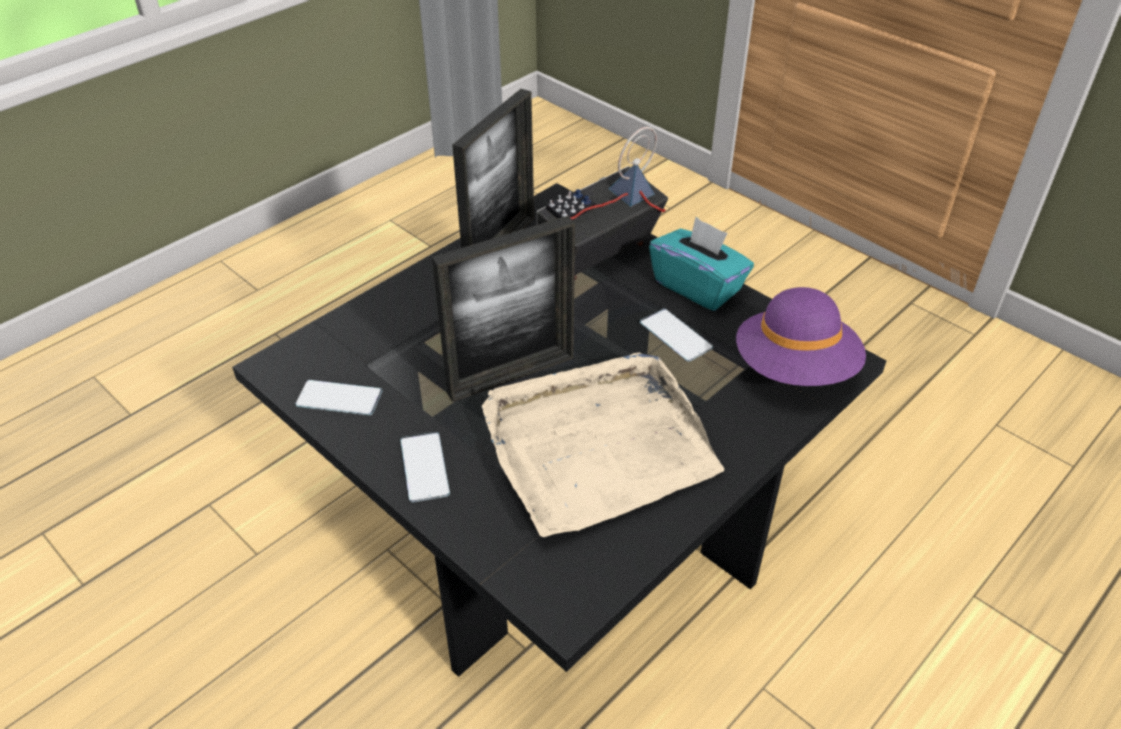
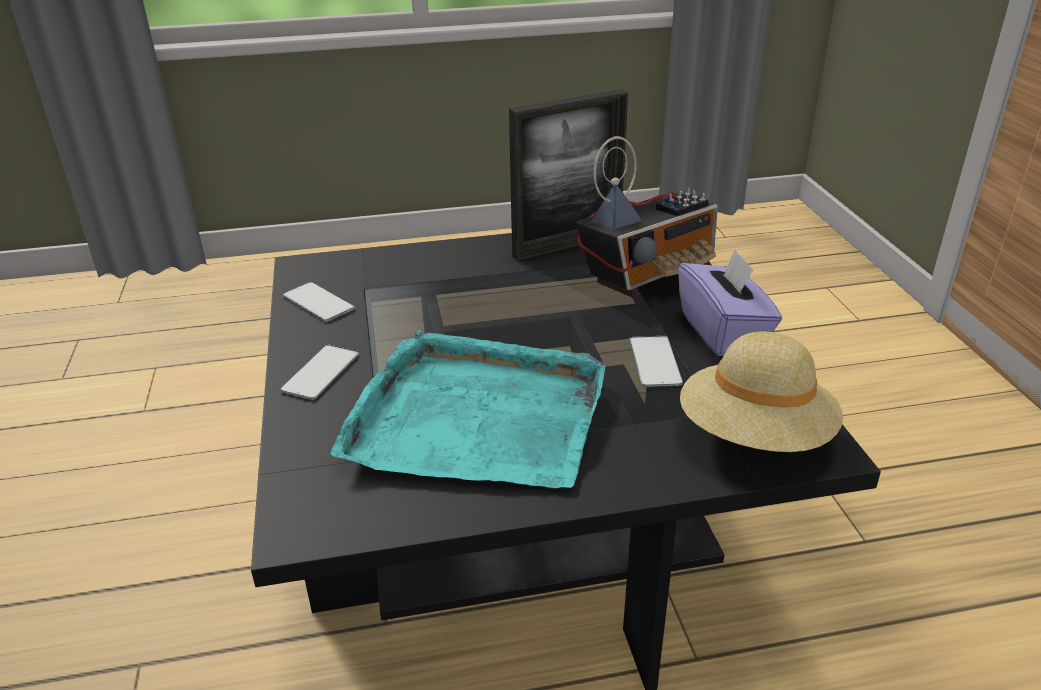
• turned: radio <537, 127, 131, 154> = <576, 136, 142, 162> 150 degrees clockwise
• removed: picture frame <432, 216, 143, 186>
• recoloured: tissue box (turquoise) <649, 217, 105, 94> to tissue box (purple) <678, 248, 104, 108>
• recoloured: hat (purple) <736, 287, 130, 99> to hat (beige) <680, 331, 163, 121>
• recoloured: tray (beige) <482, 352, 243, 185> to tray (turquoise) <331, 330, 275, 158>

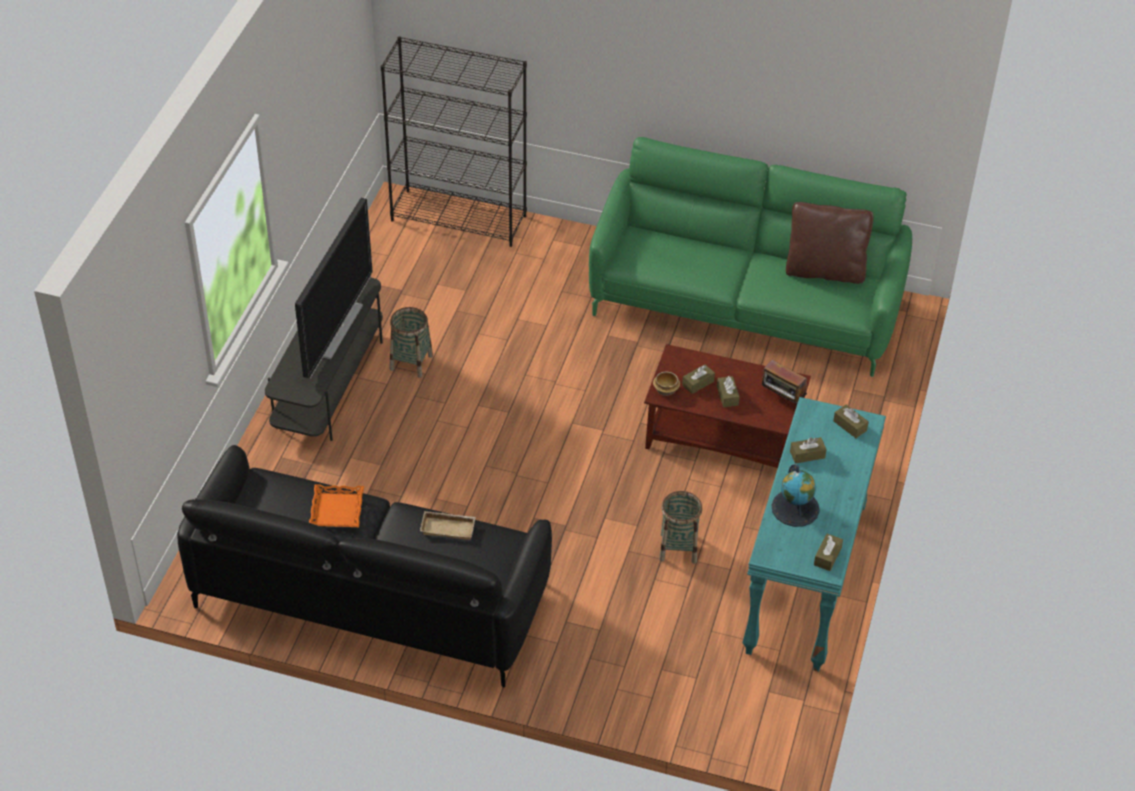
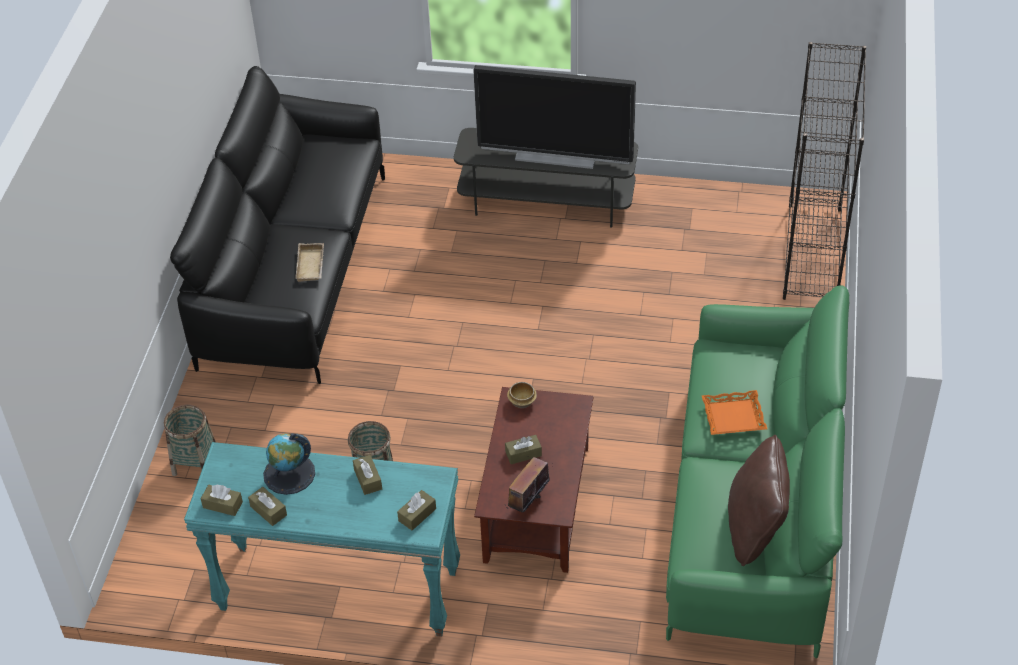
• moved: basket <390, 307, 43, 71> to <164, 405, 52, 71>
• moved: tissue box (brown) <682, 364, 33, 30> to <248, 487, 39, 39>
• moved: tray (orange) <309, 484, 55, 43> to <702, 390, 65, 45>

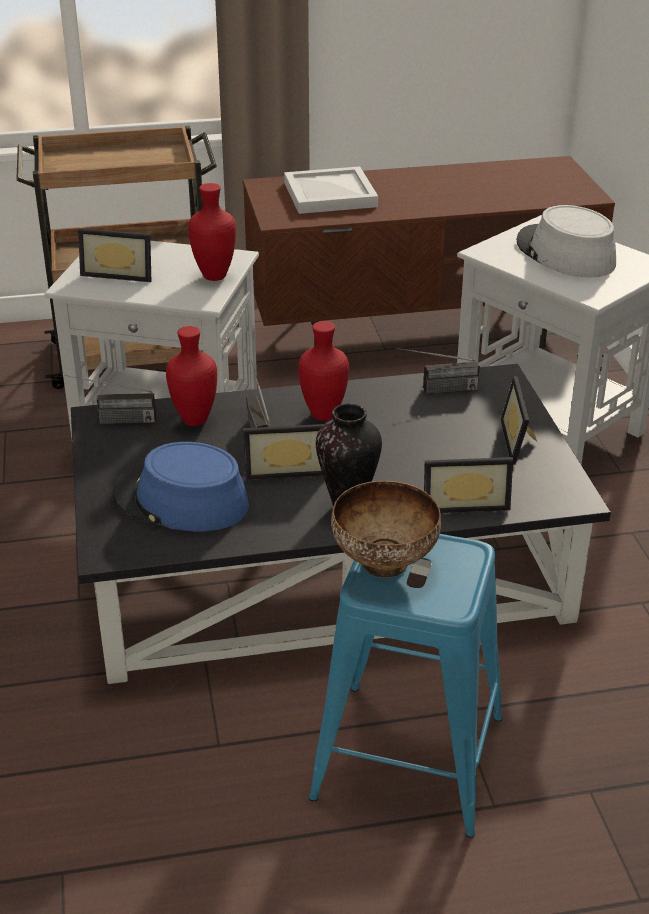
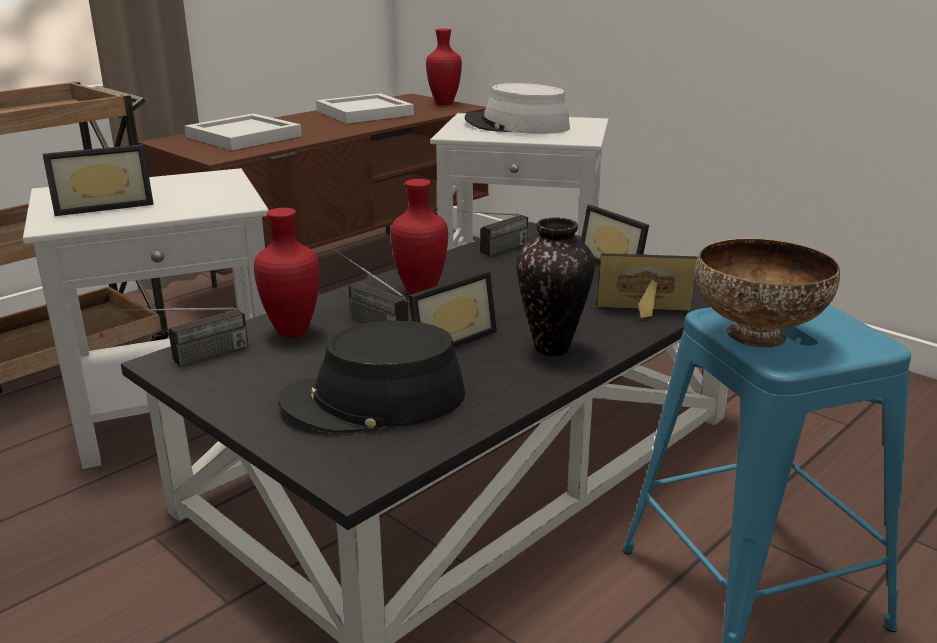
• moved: vase (red) <188, 183, 48, 98> to <426, 29, 36, 76>
• recoloured: hat (blue) <112, 442, 137, 90> to hat (black) <278, 321, 187, 113>
• turned: picture frame <424, 457, 89, 56> = <597, 253, 101, 65> 135 degrees counterclockwise
• added: tray (white) <316, 93, 98, 30>

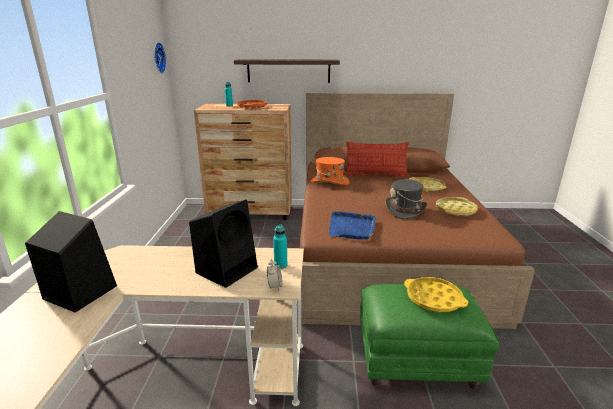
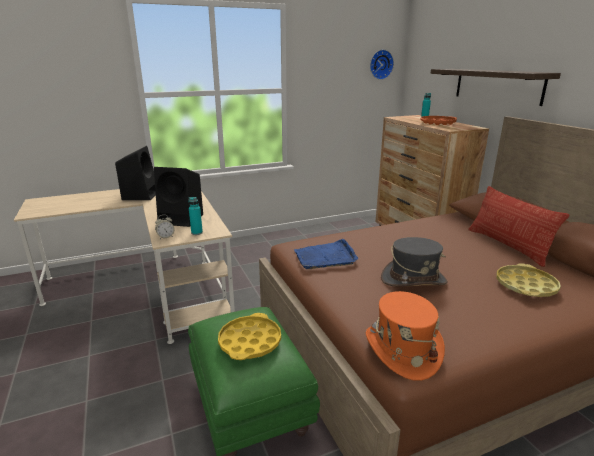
• moved: hat (orange) <311, 157, 38, 28> to <366, 291, 79, 90>
• removed: tray (yellow) <436, 197, 42, 19>

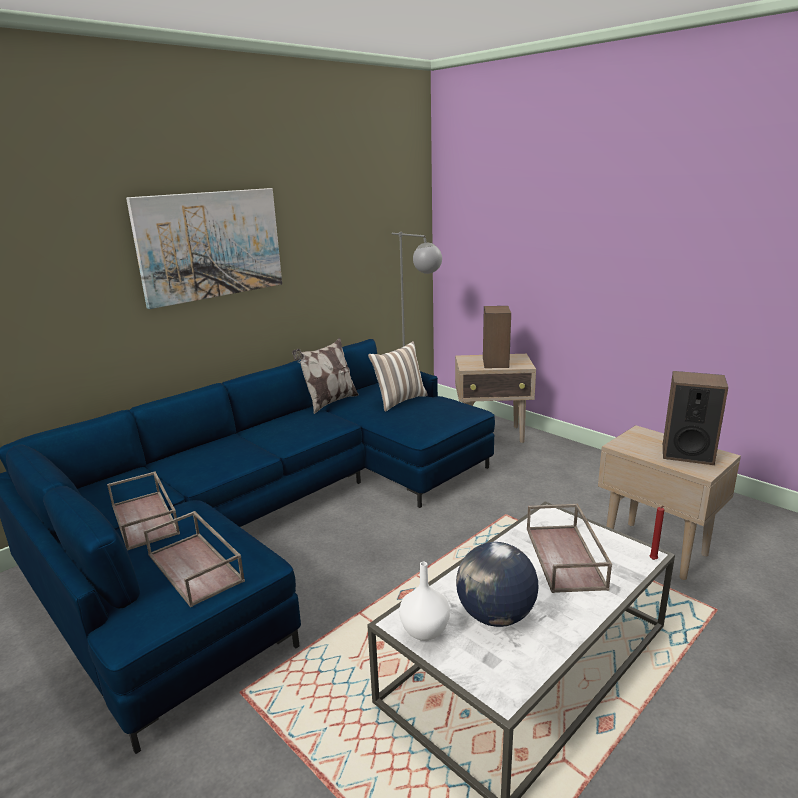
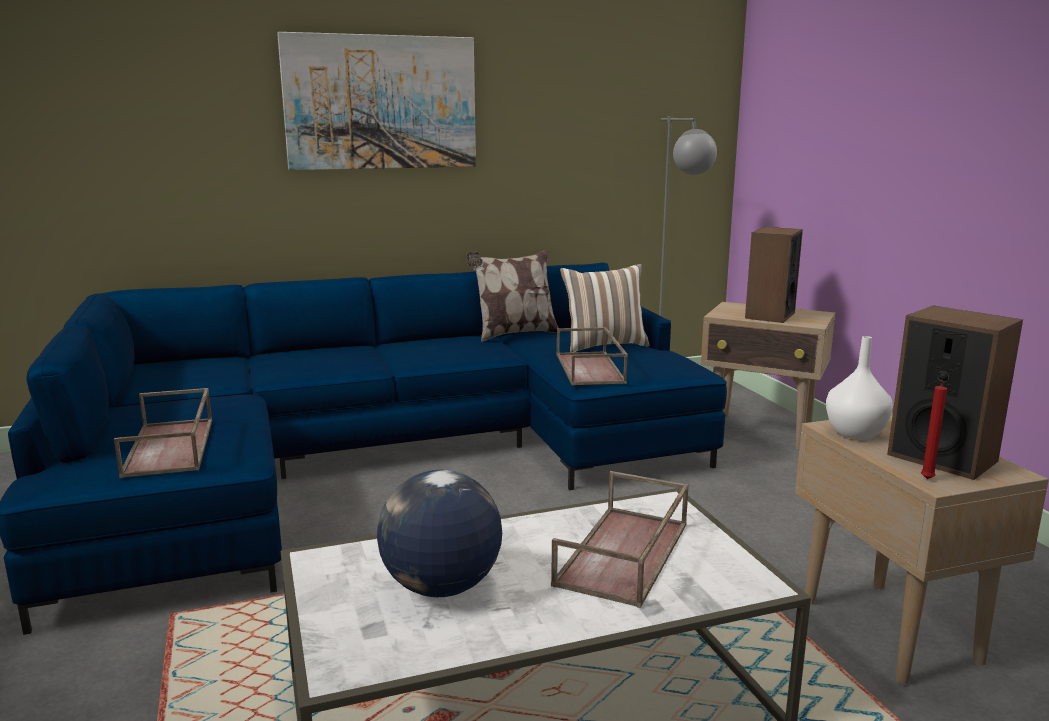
• moved: tray (brown) <107, 472, 73, 79> to <557, 327, 71, 58>
• moved: candle (red) <649, 506, 16, 54> to <921, 380, 26, 99>
• moved: vase (white) <399, 562, 51, 79> to <826, 336, 67, 104>

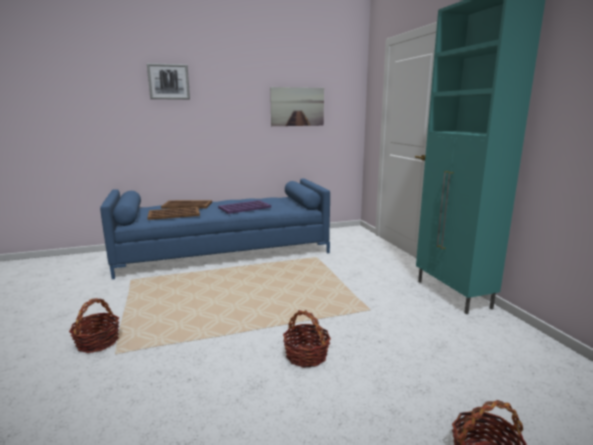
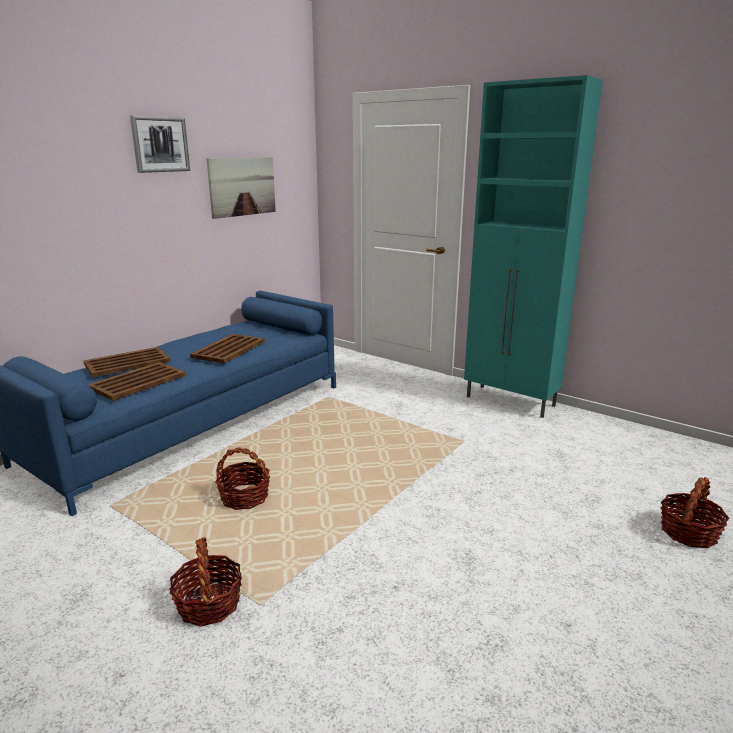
• moved: picture <147, 63, 43, 36> to <130, 115, 60, 58>
• recoloured: tray (purple) <218, 200, 53, 14> to tray (brown) <190, 334, 75, 29>
• moved: basket <283, 310, 48, 58> to <215, 447, 55, 63>

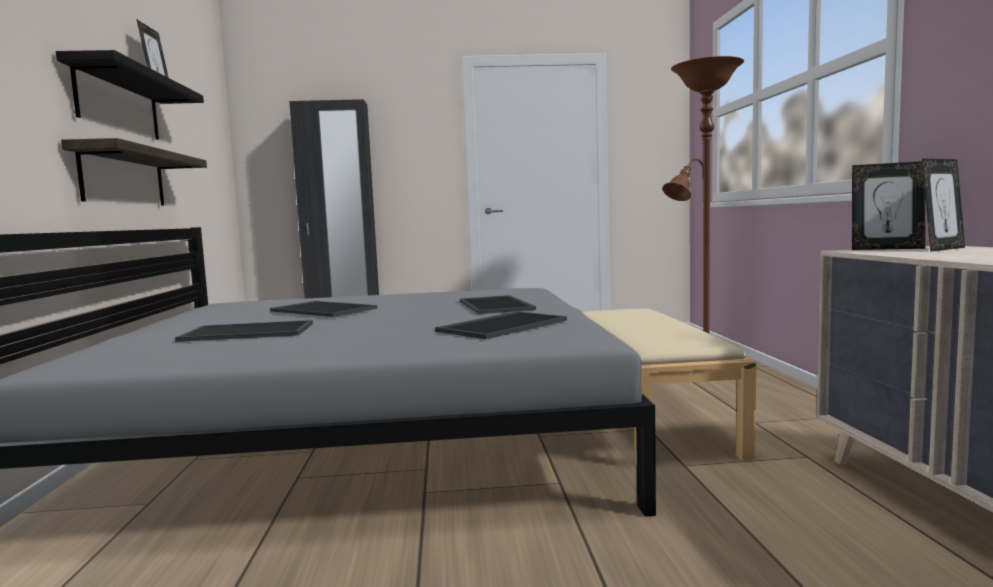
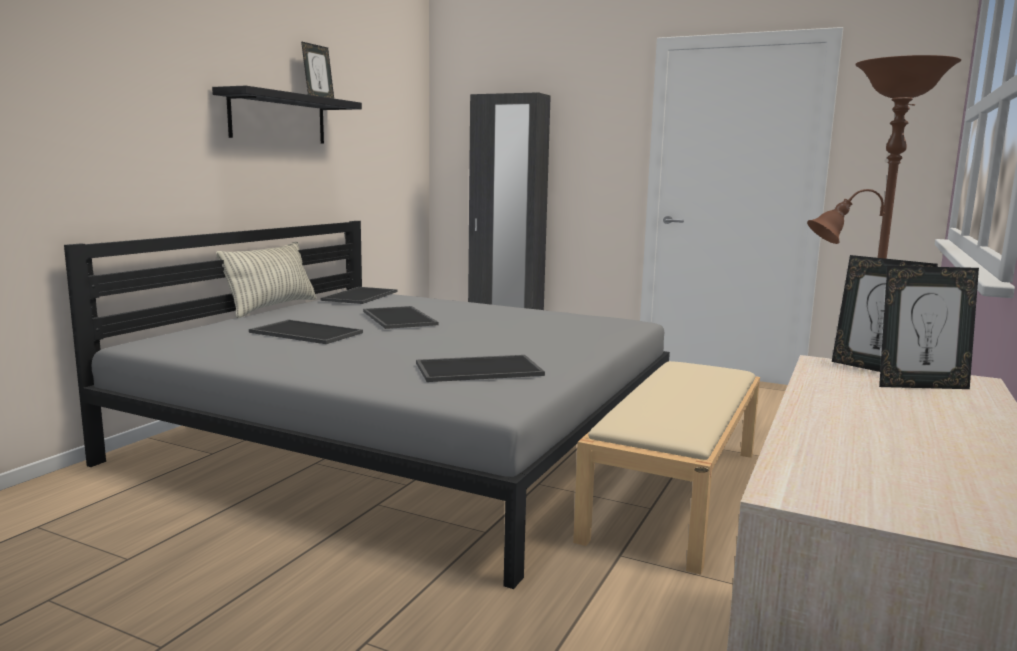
• removed: shelf <61, 138, 146, 68>
• moved: tray <460, 295, 76, 19> to <320, 287, 77, 17>
• added: pillow <216, 241, 101, 77>

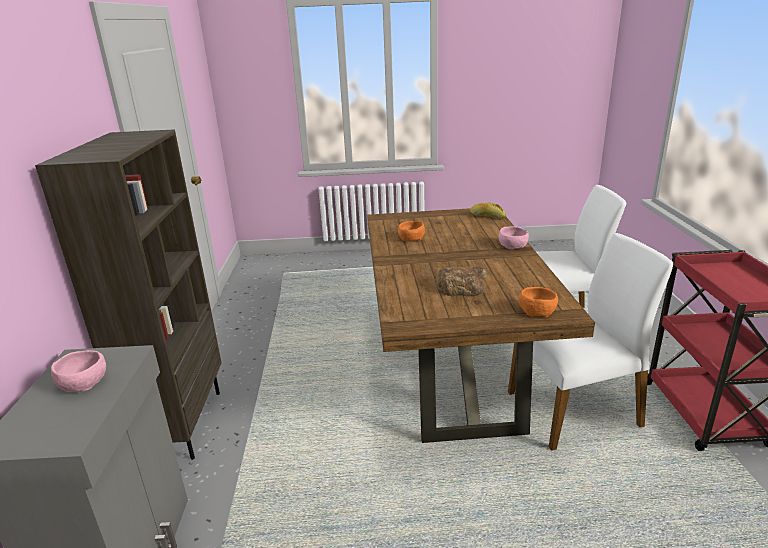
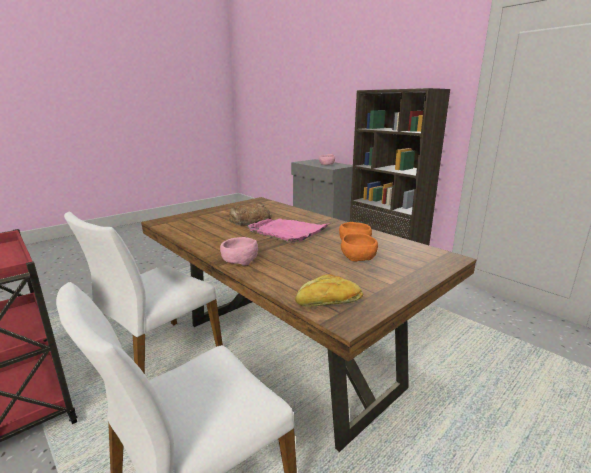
• moved: bowl (orange) <519, 287, 39, 30> to <341, 233, 37, 29>
• added: tray (pink) <247, 219, 84, 24>

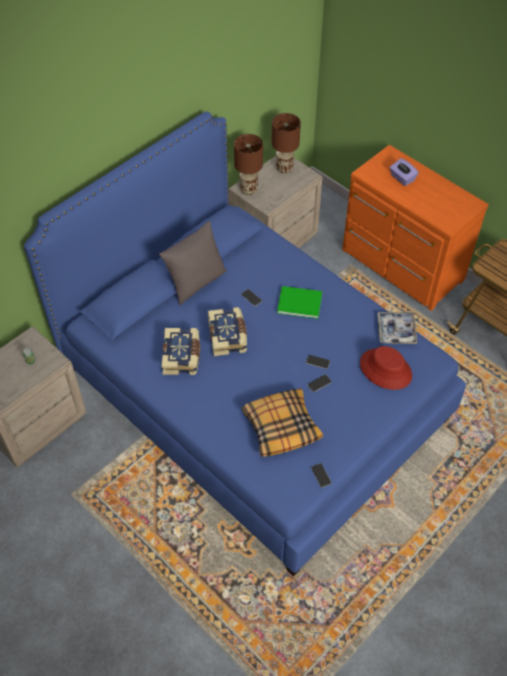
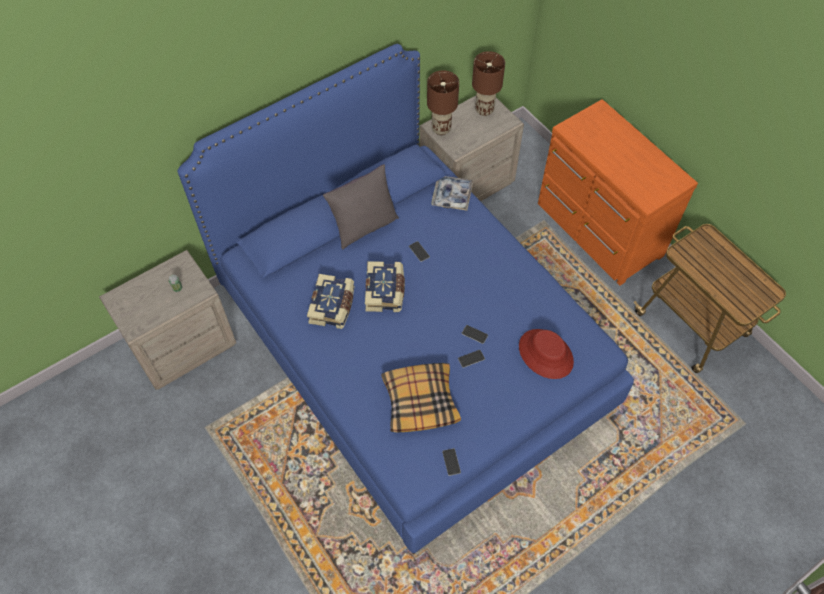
• removed: tissue box (purple) <390, 158, 29, 28>
• removed: book (green) <277, 286, 45, 33>
• moved: tray <378, 312, 39, 32> to <431, 176, 42, 35>

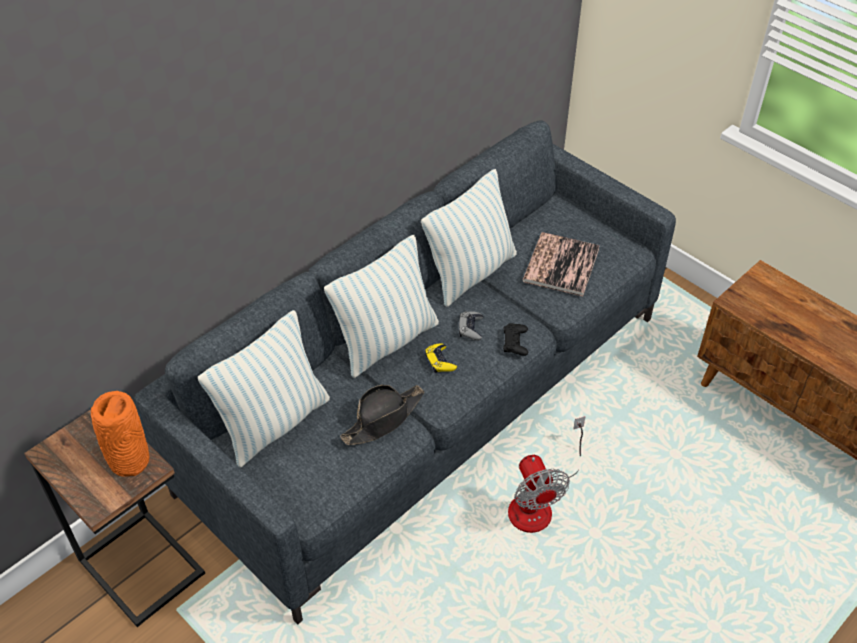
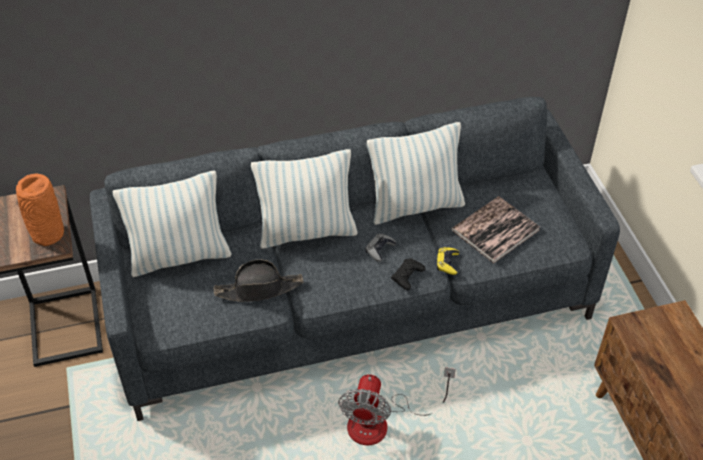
• moved: game controller (yellow) <425, 343, 32, 30> to <437, 247, 22, 28>

